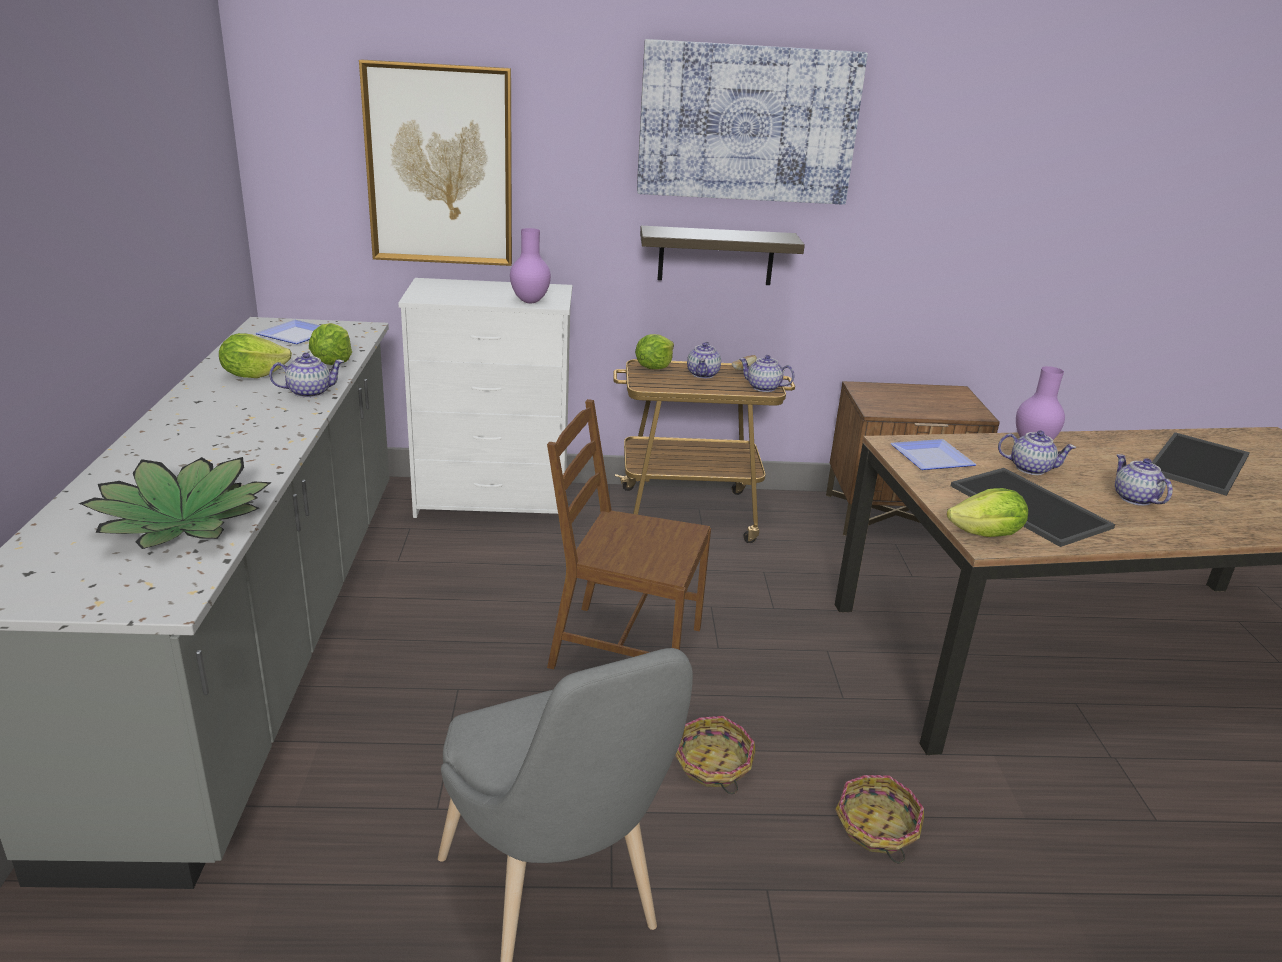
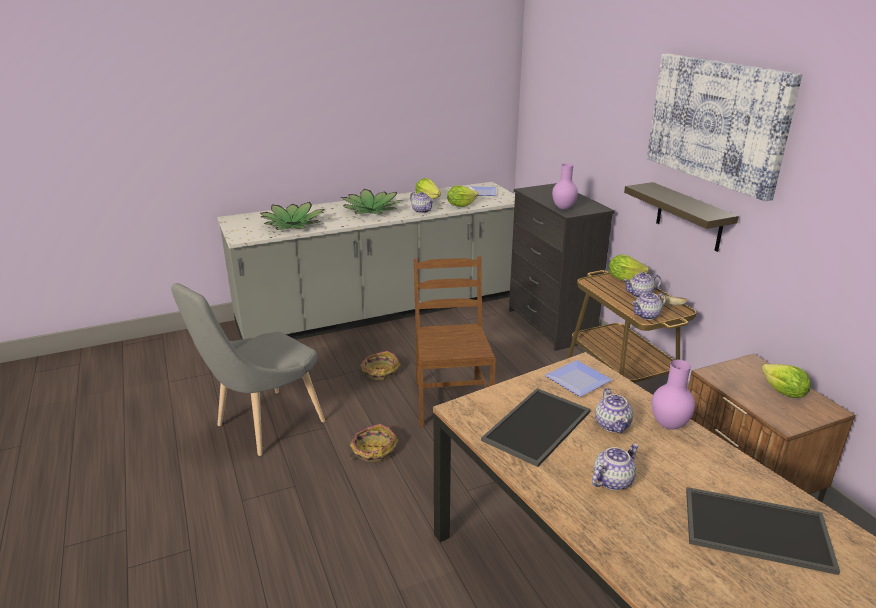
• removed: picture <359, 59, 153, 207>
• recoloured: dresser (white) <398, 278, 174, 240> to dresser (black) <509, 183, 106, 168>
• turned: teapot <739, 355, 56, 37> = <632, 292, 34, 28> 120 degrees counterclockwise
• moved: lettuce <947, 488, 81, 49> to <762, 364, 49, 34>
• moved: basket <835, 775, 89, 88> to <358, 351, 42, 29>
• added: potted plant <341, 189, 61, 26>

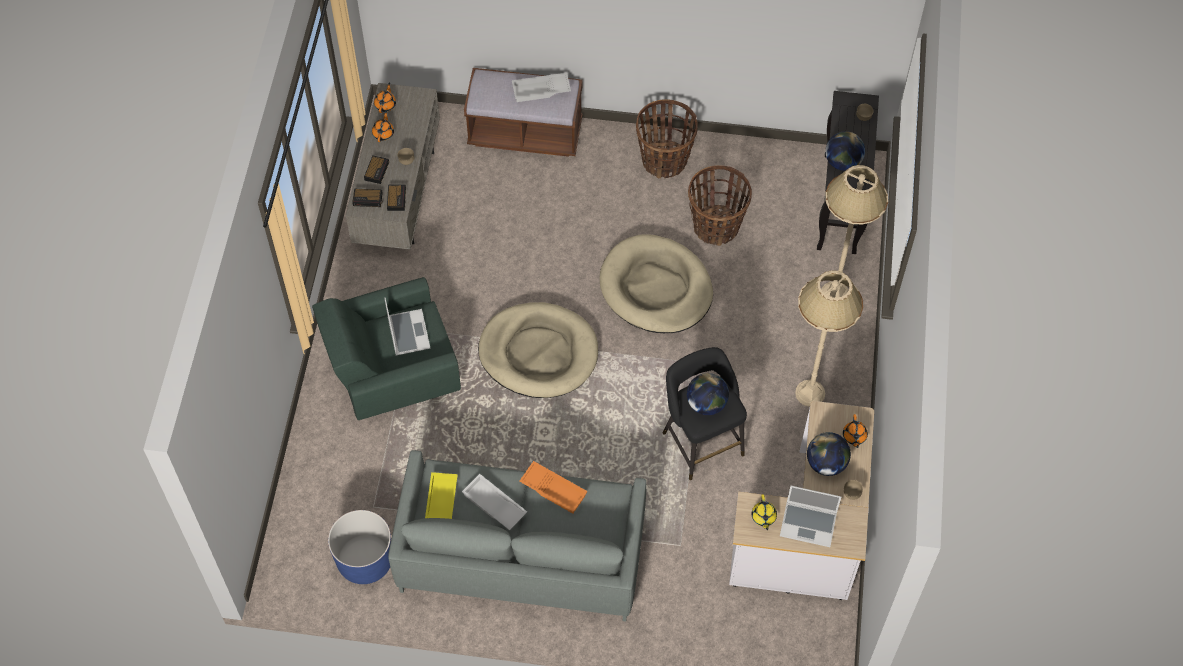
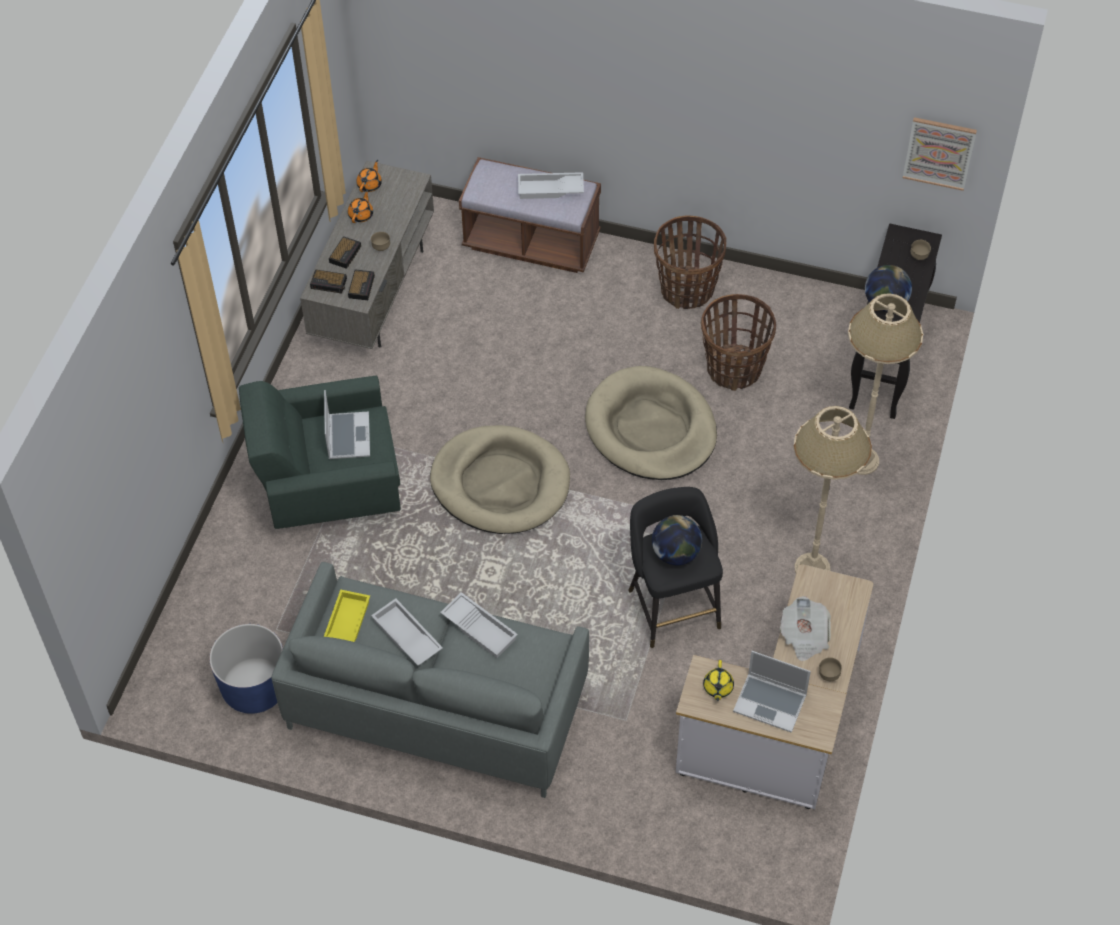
• removed: teapot (orange) <843, 414, 25, 34>
• replaced: globe <807, 432, 44, 44> to newspaper <779, 596, 52, 65>
• recoloured: tray (orange) <519, 461, 69, 53> to tray (white) <440, 592, 78, 66>
• added: picture <903, 117, 74, 74>

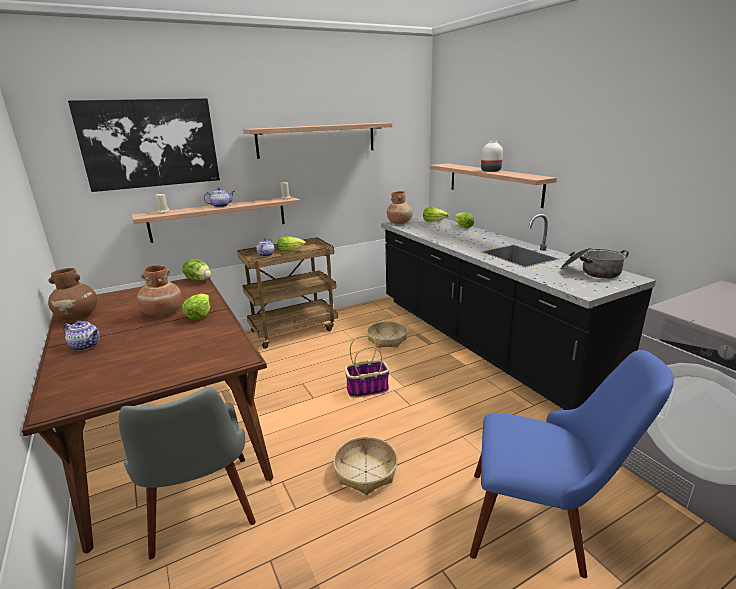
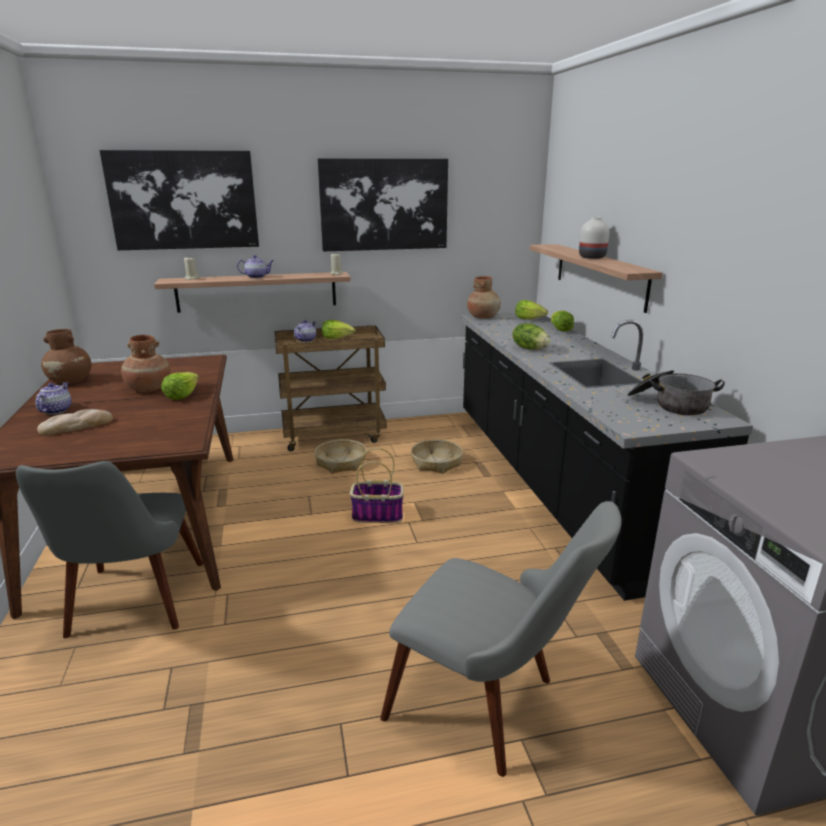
• replaced: shelf <243, 123, 149, 36> to picture <317, 158, 131, 94>
• moved: lettuce <182, 259, 29, 22> to <512, 323, 39, 27>
• turned: teapot <63, 321, 37, 30> = <35, 382, 36, 32> 120 degrees counterclockwise
• recoloured: chair (blue) <470, 350, 204, 228> to chair (grey) <380, 501, 242, 276>
• moved: basket <333, 437, 65, 58> to <314, 439, 53, 35>
• added: bread <37, 409, 76, 26>

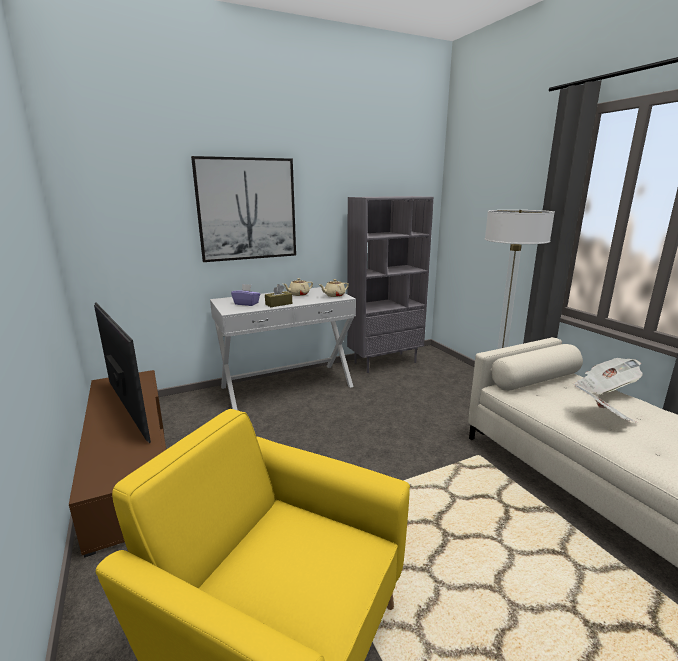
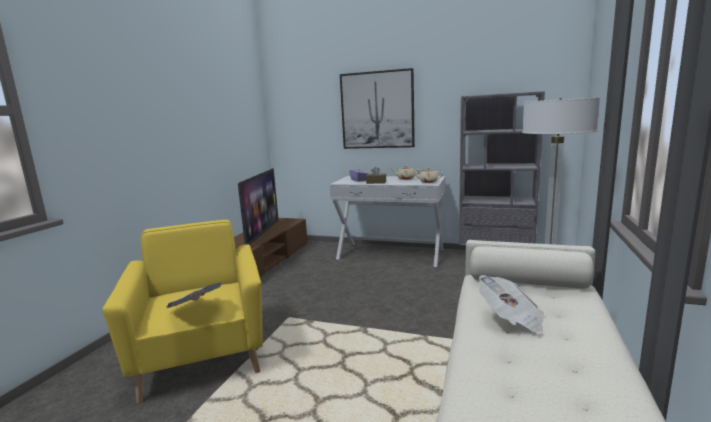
• moved: newspaper <575, 358, 68, 37> to <166, 283, 55, 25>

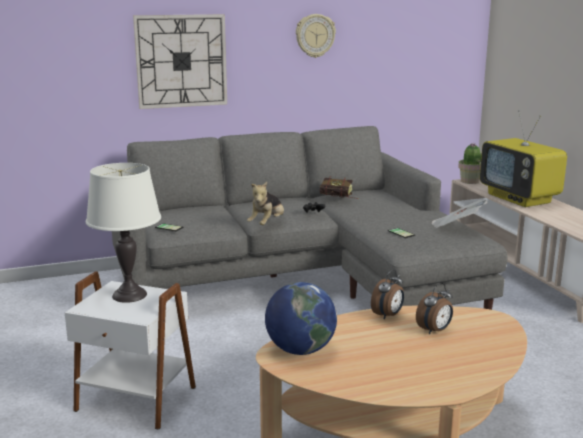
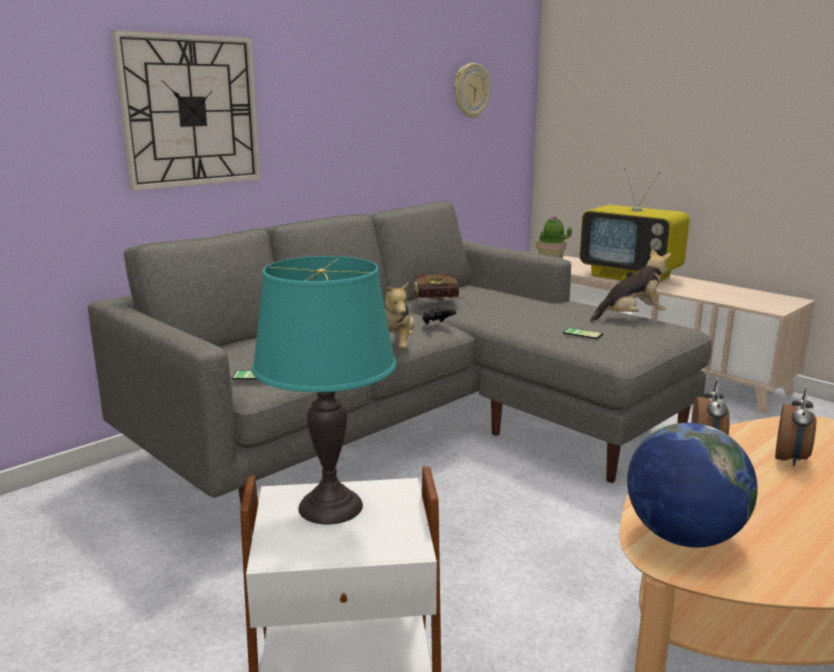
• moved: wall clock <296, 14, 40, 44> to <454, 63, 37, 55>
• recoloured: table lamp (white) <86, 163, 75, 140> to table lamp (turquoise) <252, 256, 144, 268>
• replaced: newspaper <432, 200, 55, 28> to plush toy <590, 249, 81, 73>

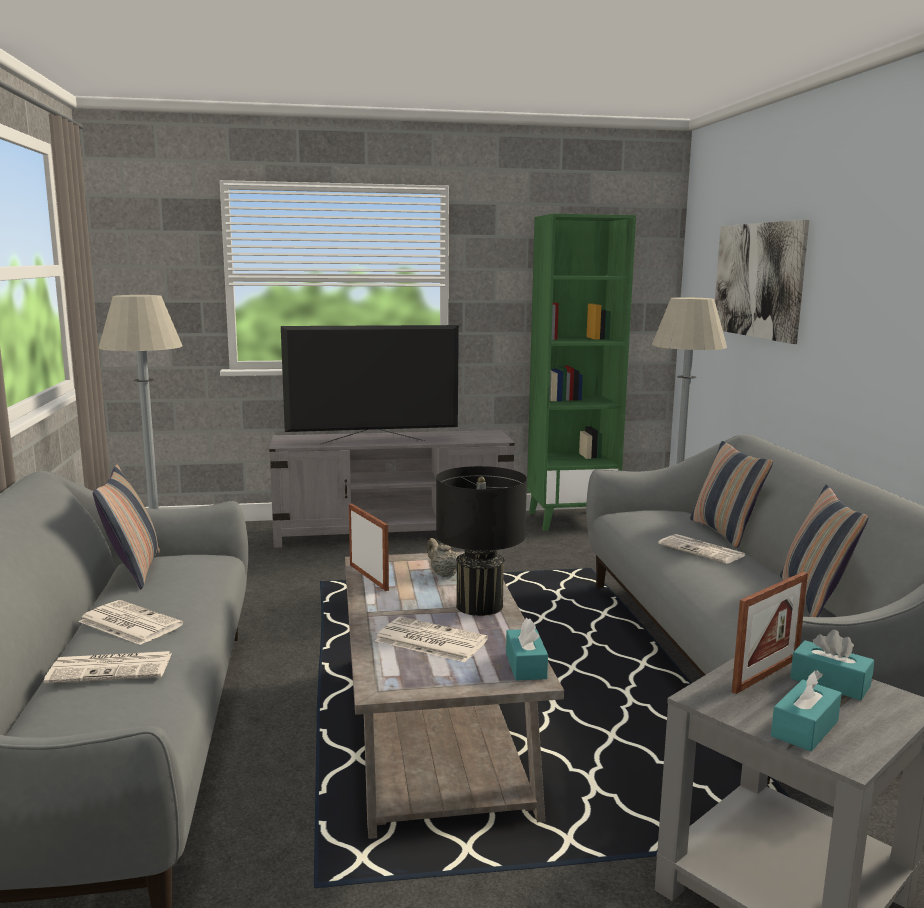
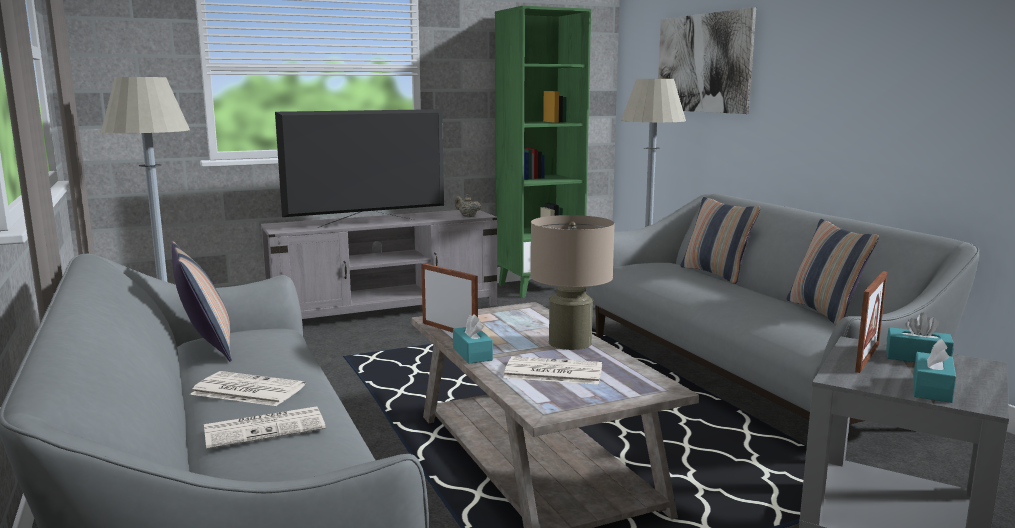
• recoloured: table lamp (black) <436, 466, 91, 150> to table lamp (beige) <530, 215, 85, 135>
• removed: newspaper <658, 534, 88, 30>
• moved: teapot (beige) <427, 538, 33, 39> to <455, 194, 27, 23>
• moved: tissue box (turquoise) <506, 618, 42, 63> to <453, 314, 40, 50>

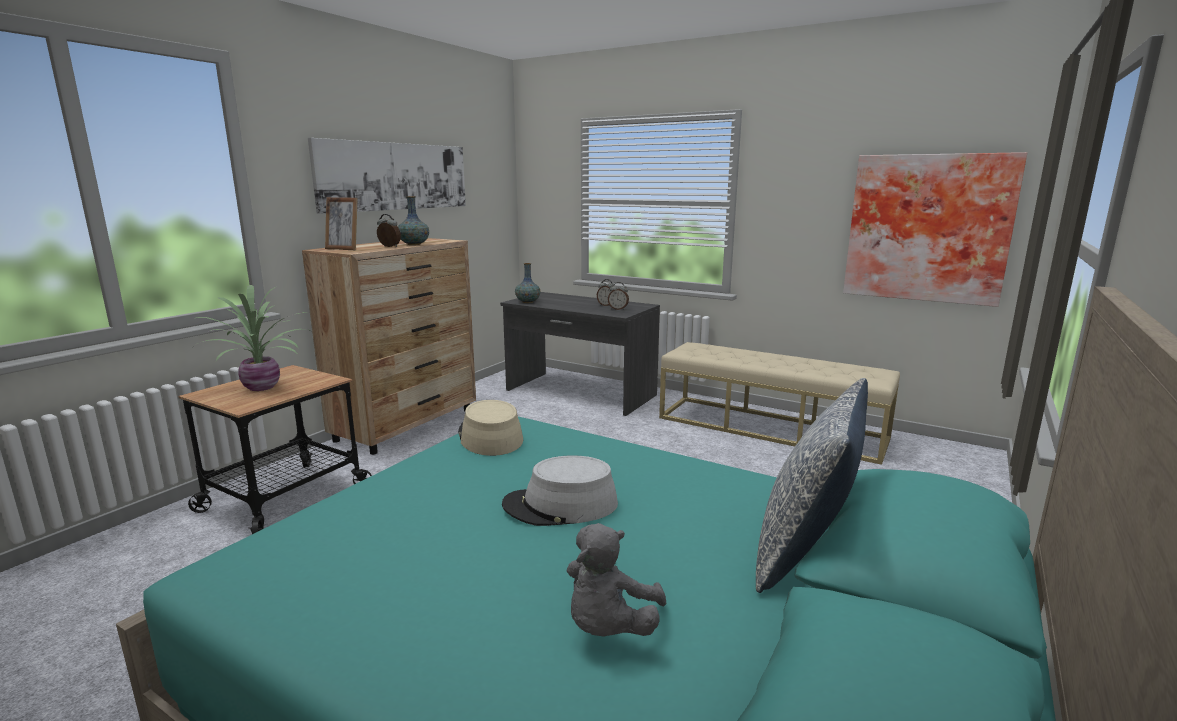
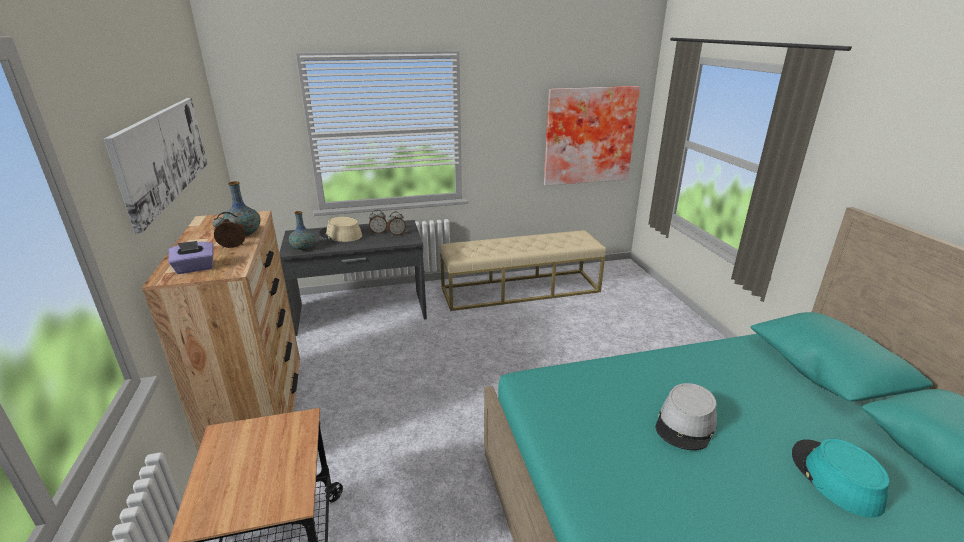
• replaced: picture frame <325, 197, 33, 53> to tissue box (purple) <168, 241, 45, 33>
• removed: potted plant <193, 285, 116, 106>
• removed: pillow <756, 378, 112, 215>
• moved: hat (beige) <458, 400, 65, 56> to <319, 217, 43, 25>
• replaced: plush toy (grey) <567, 523, 99, 114> to hat (turquoise) <792, 439, 98, 79>

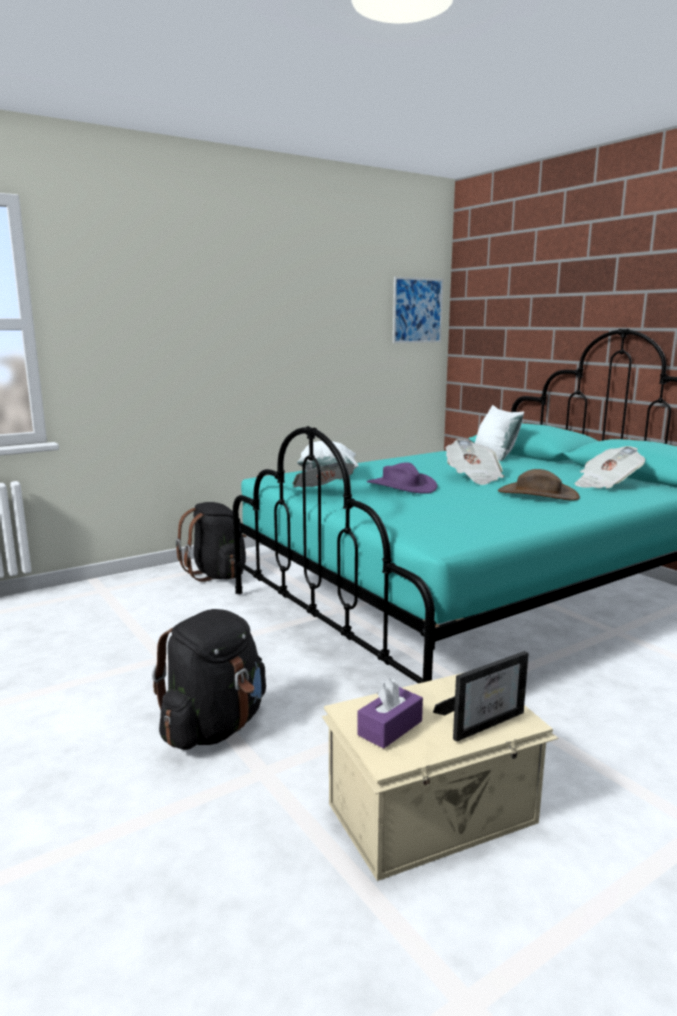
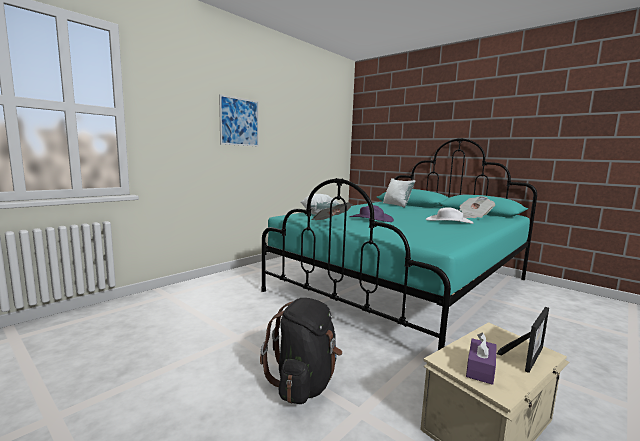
• moved: picture <393, 277, 50, 66> to <219, 94, 40, 52>
• removed: newspaper <446, 439, 59, 46>
• recoloured: hat (brown) <498, 469, 82, 31> to hat (white) <426, 207, 48, 17>
• removed: backpack (black) <175, 502, 71, 80>

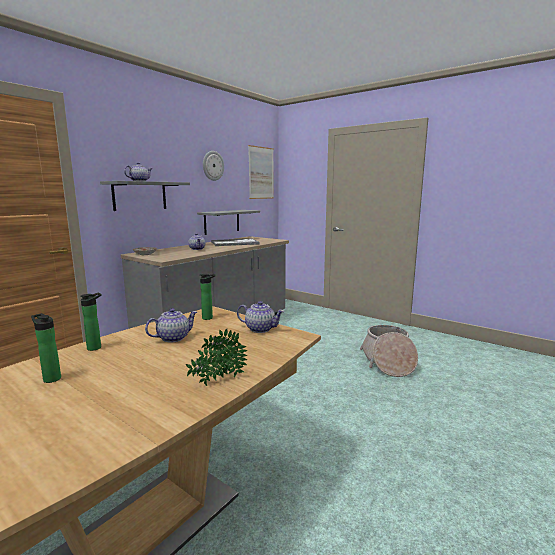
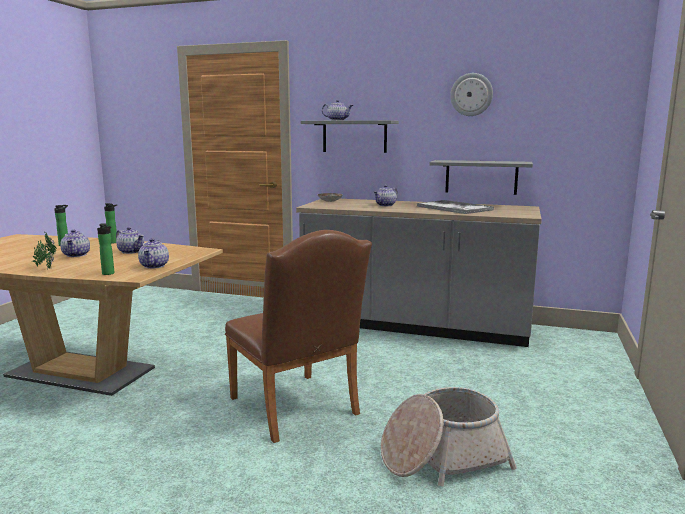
• removed: picture <248, 145, 26, 54>
• moved: bottle <200, 274, 15, 46> to <97, 223, 18, 52>
• added: teapot <60, 229, 30, 28>
• added: chair (brown) <225, 230, 147, 213>

